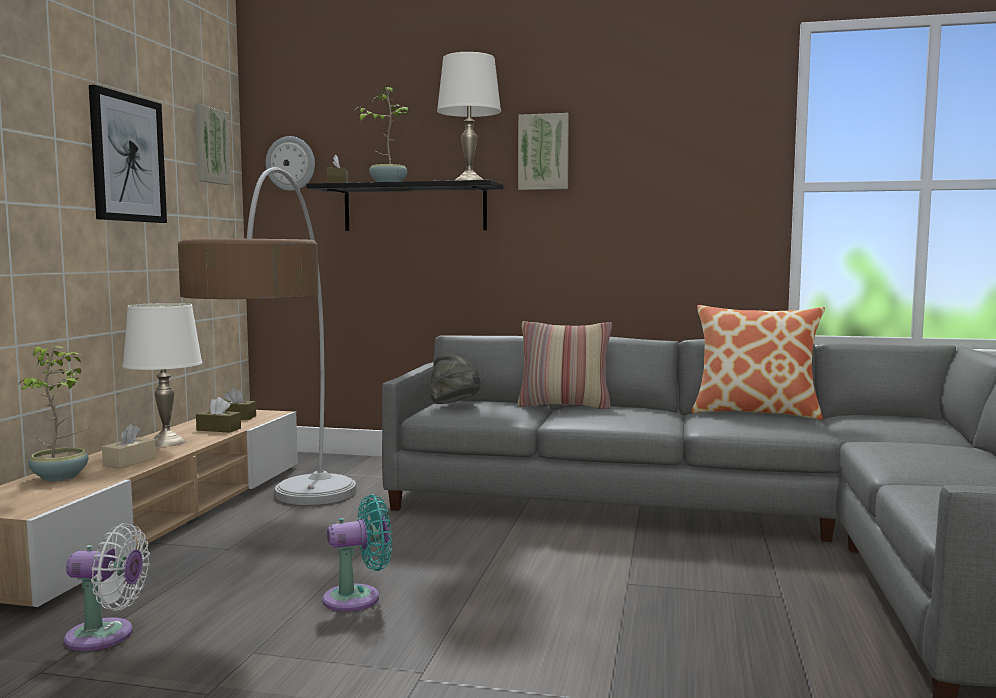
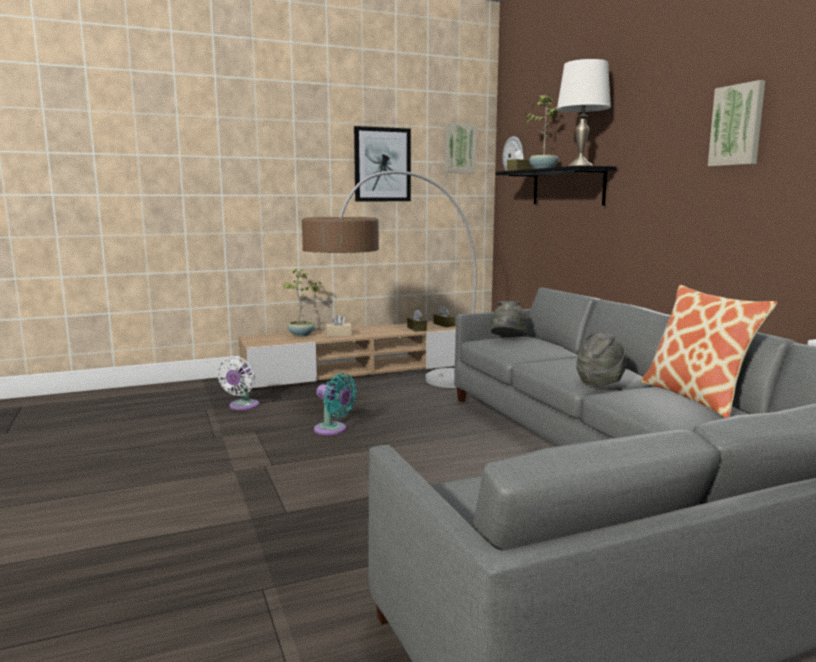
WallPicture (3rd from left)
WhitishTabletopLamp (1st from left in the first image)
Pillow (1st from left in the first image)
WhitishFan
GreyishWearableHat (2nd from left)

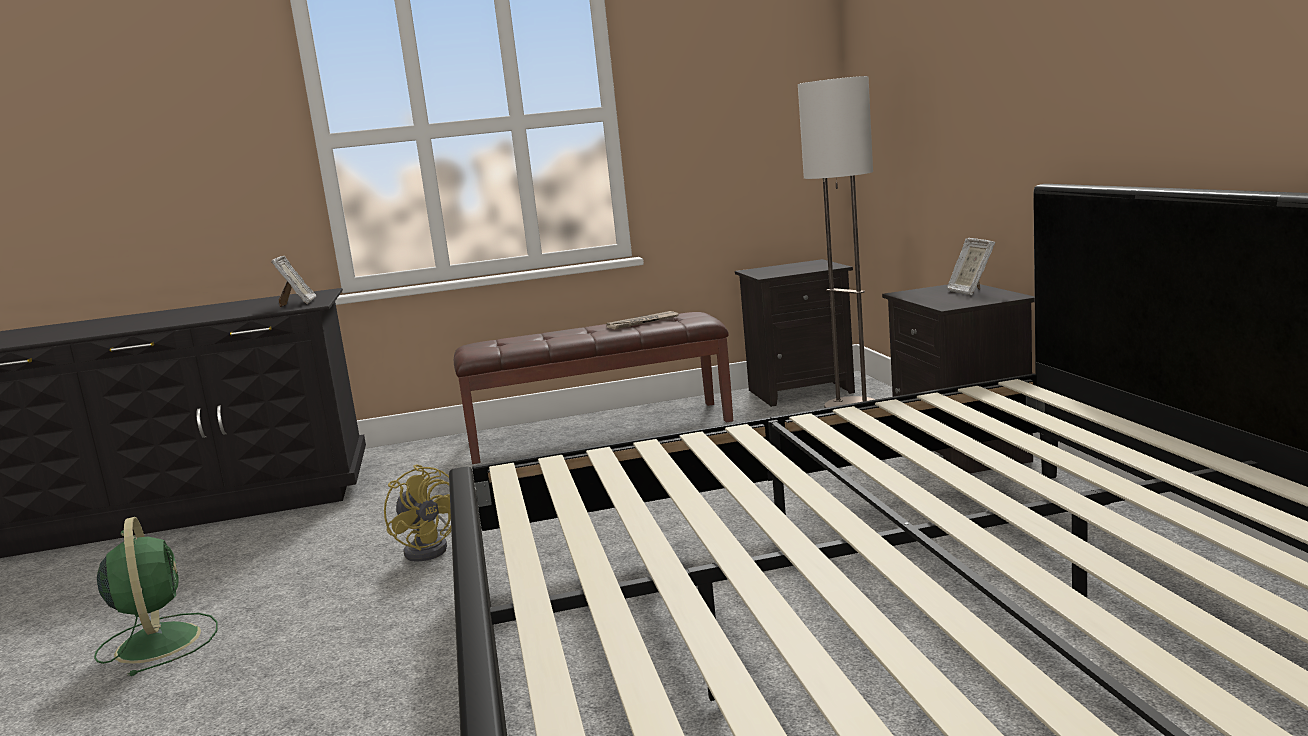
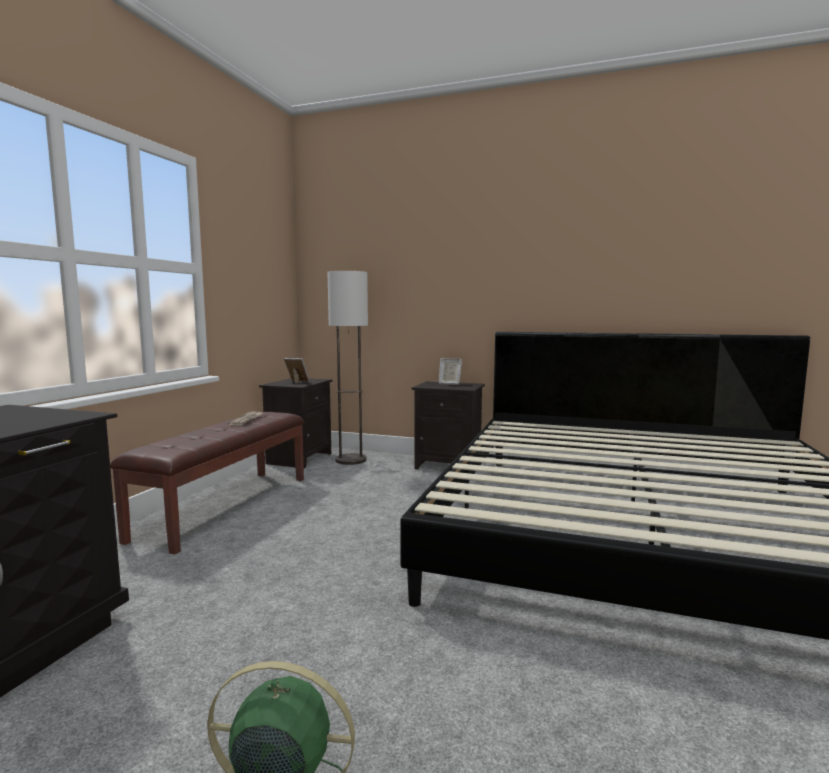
StandingFrame (1st from left)
YellowishFan

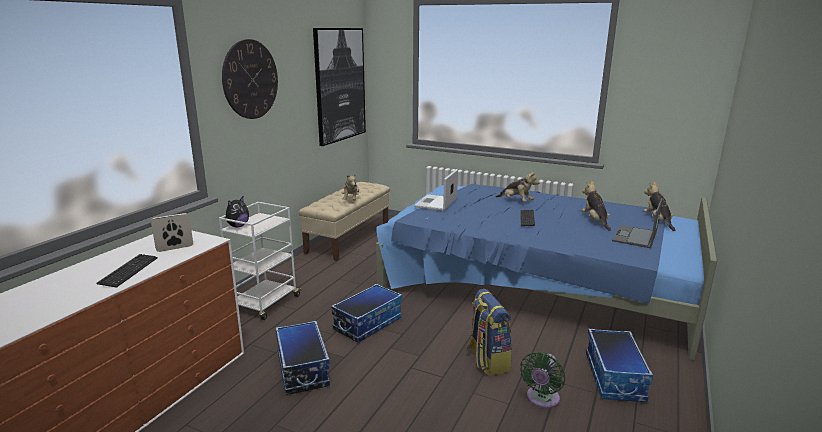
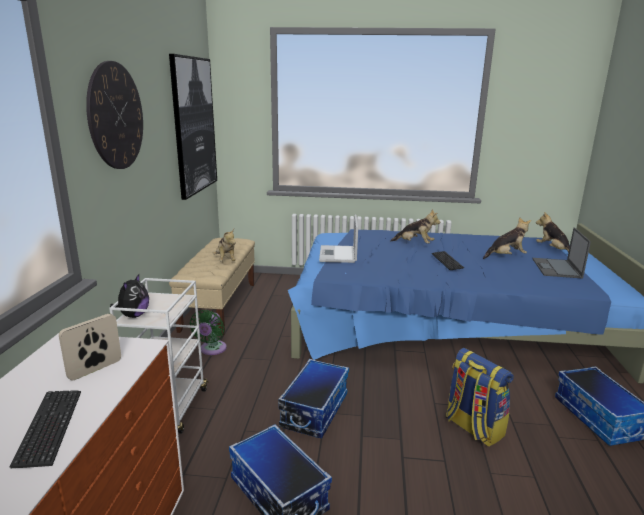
CuddlyToy (4th from left)
GreenFan

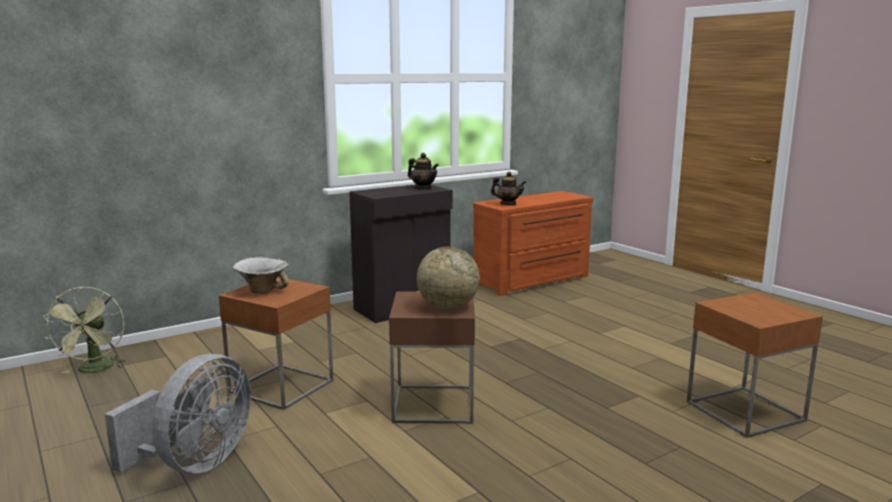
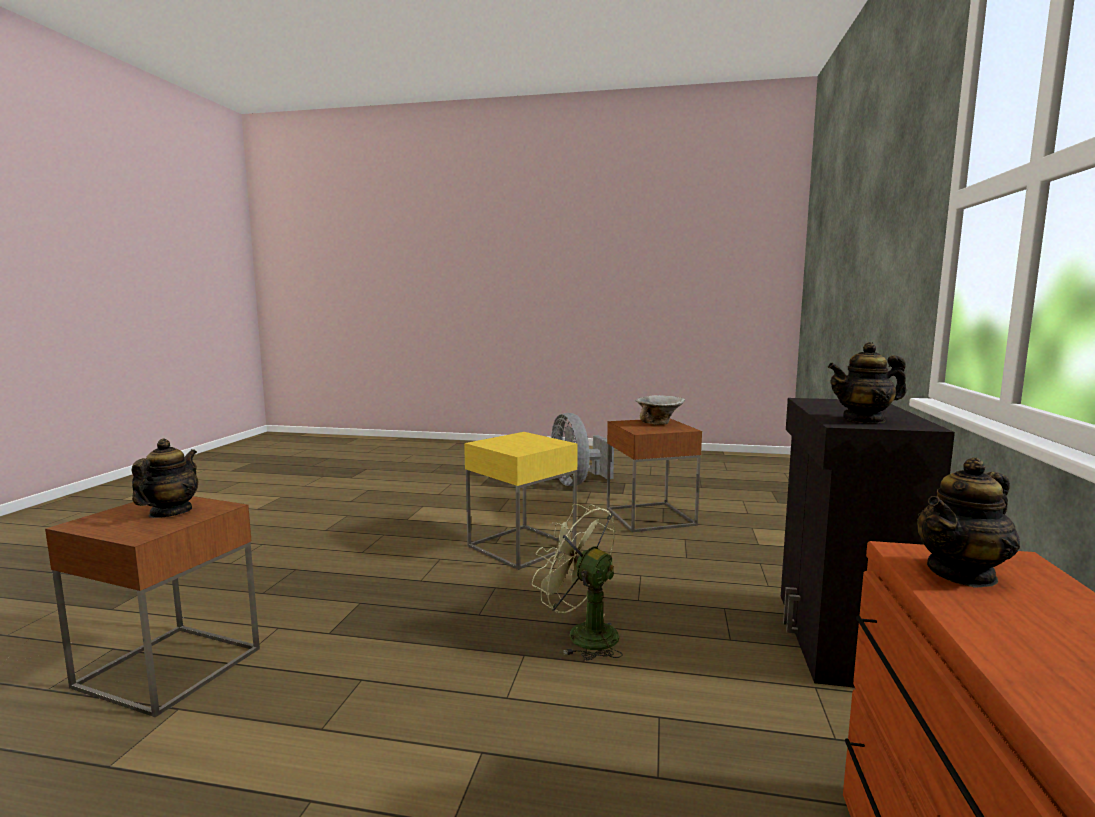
WorldGlobe
GreenFan
YellowishEndTable
TeaPot (1st from left)

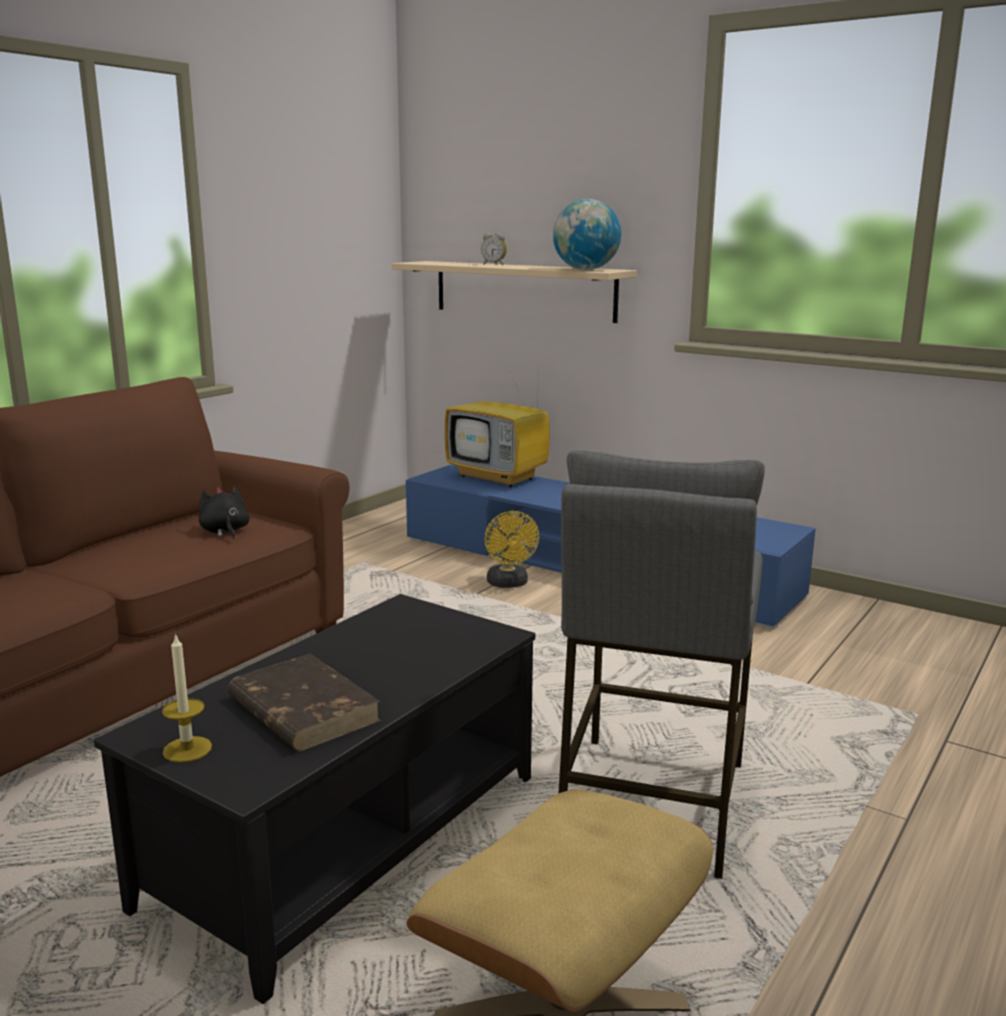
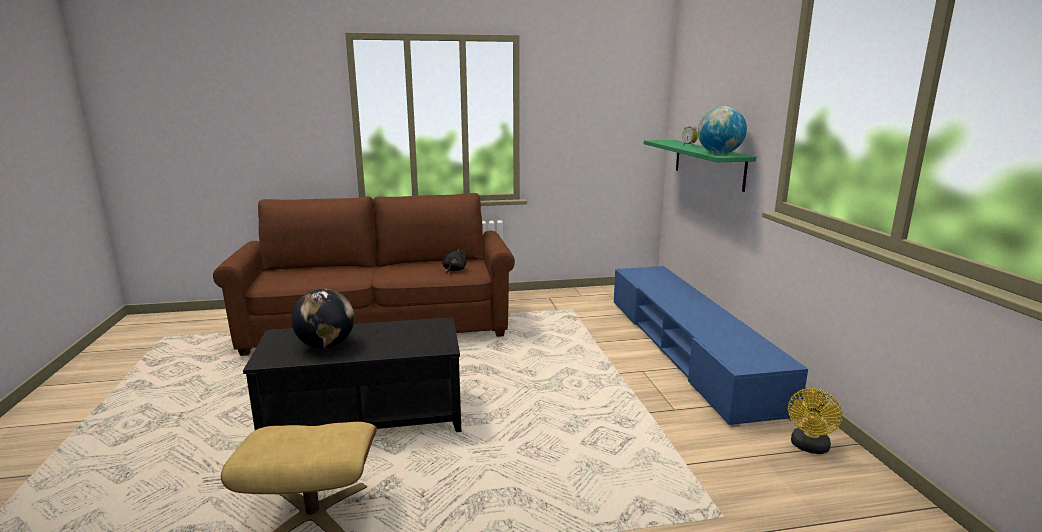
GreenBracketShelf
TvSet
GreyishStoolSeat
YellowishFan
WaxCandle
WorldGlobe (1st from left)

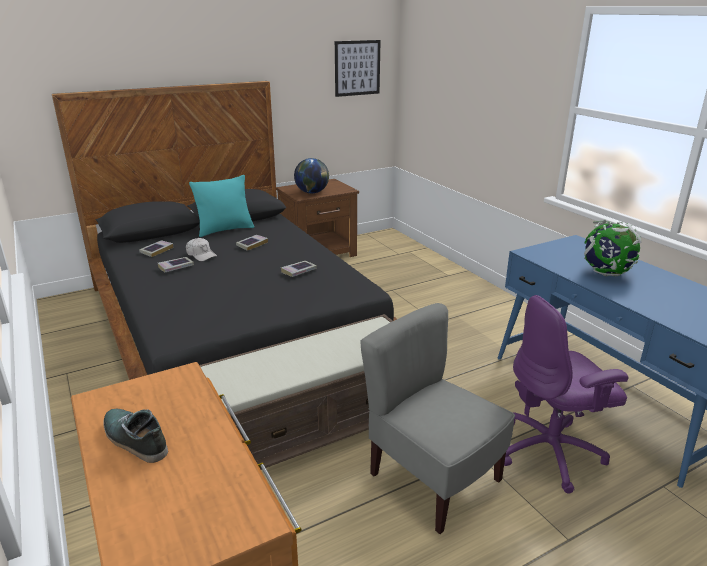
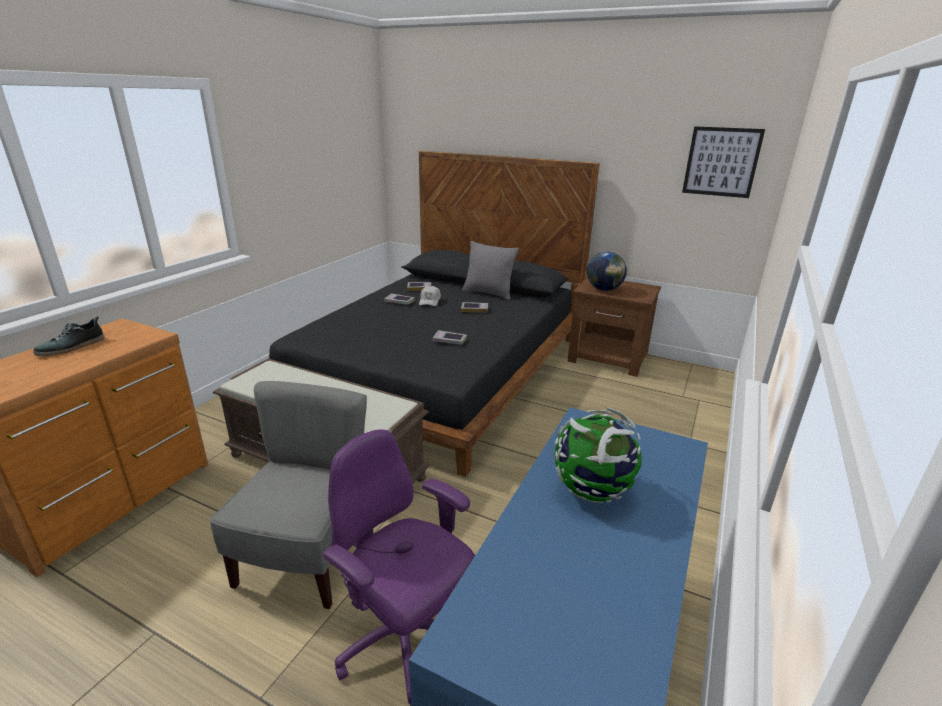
GreyishPillow
Shoe

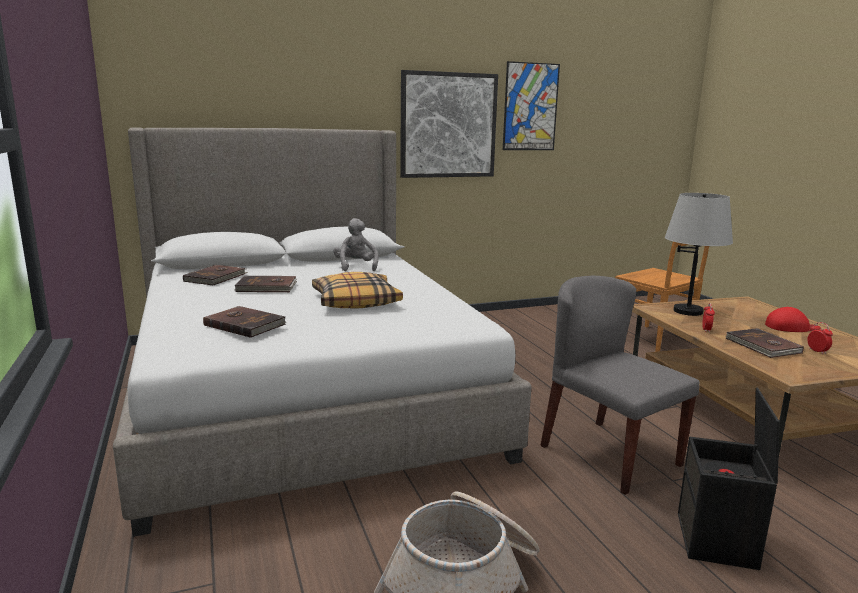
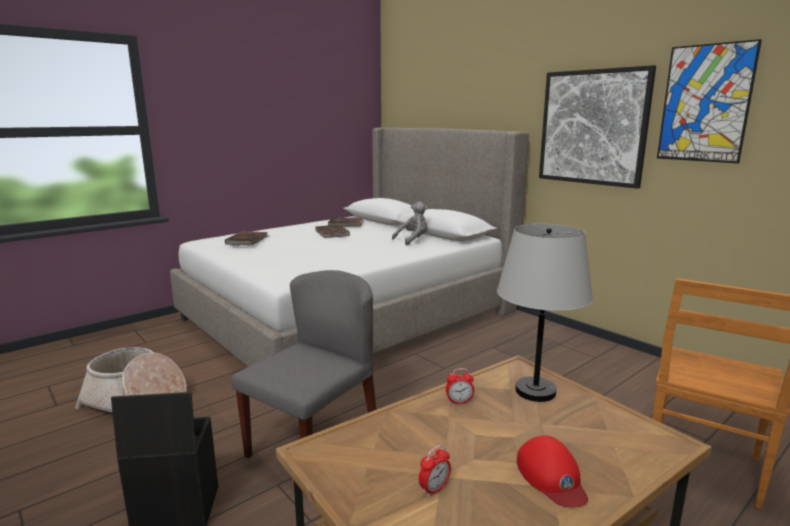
Pillow
BrownColouredBook (4th from left in the first image)

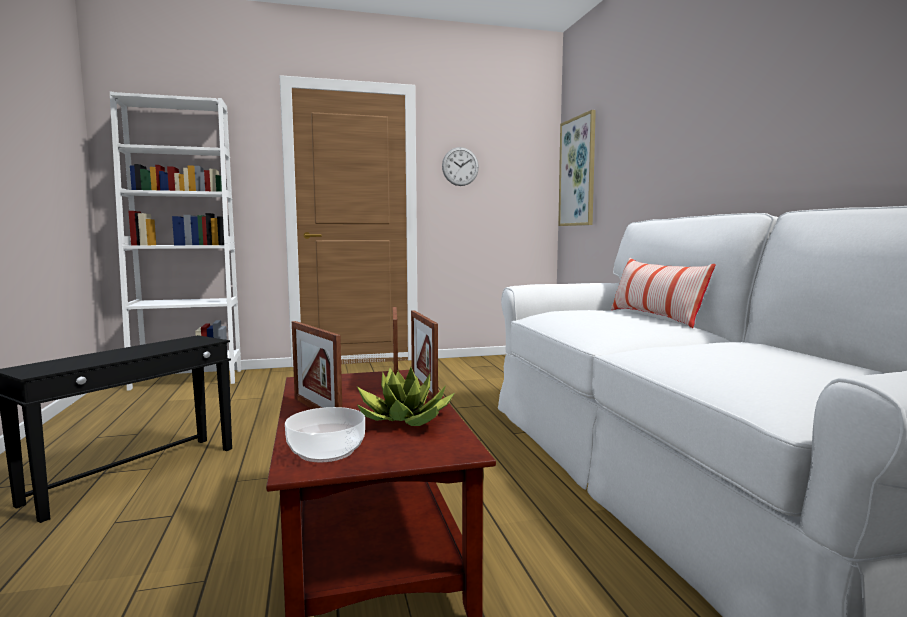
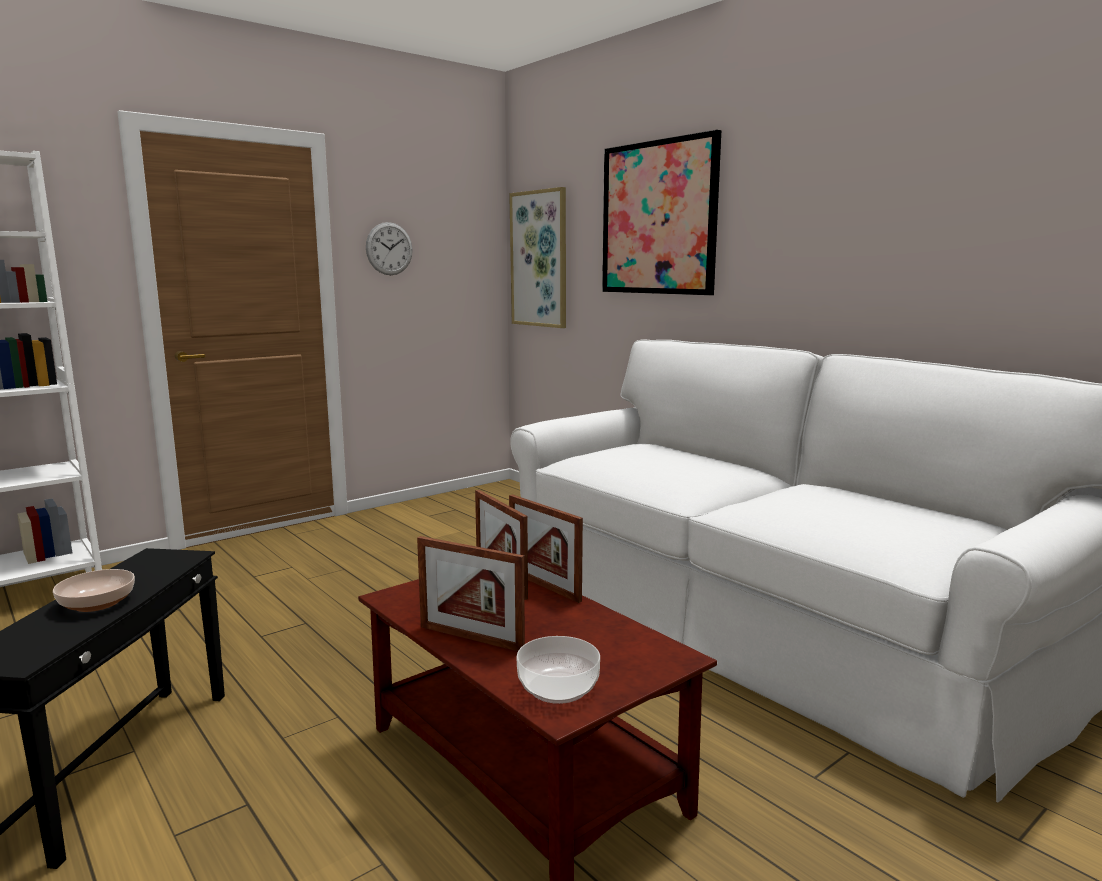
Pillow
Houseplant
WallPicture (2nd from left)
DeepDish (1st from left)

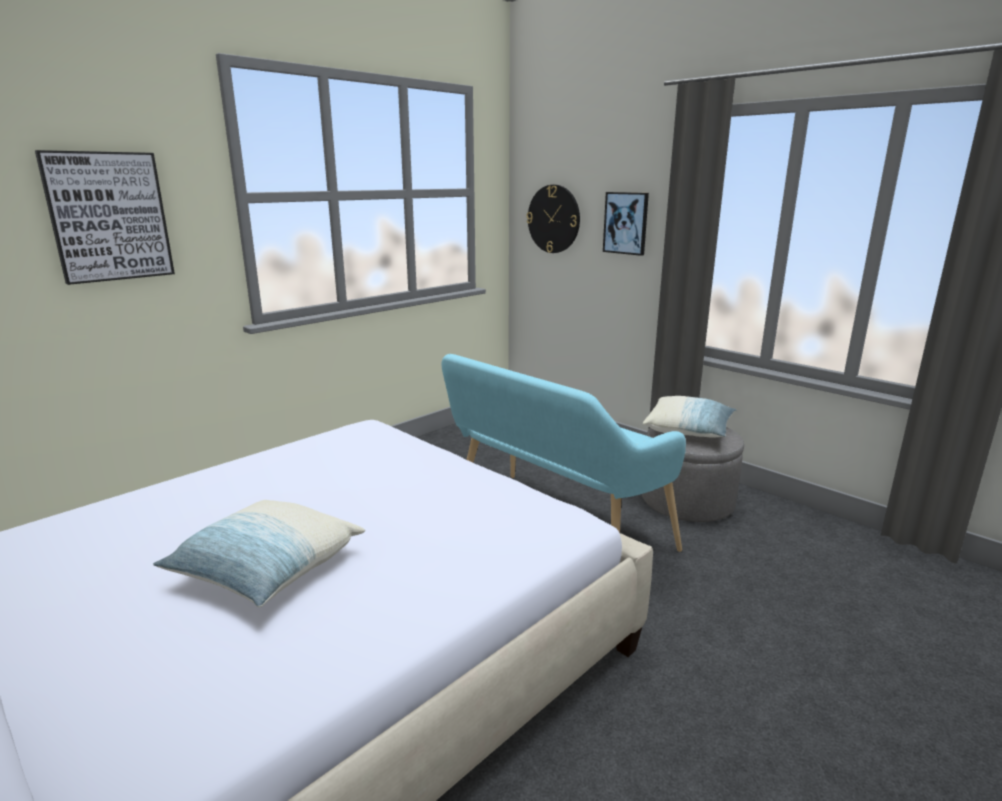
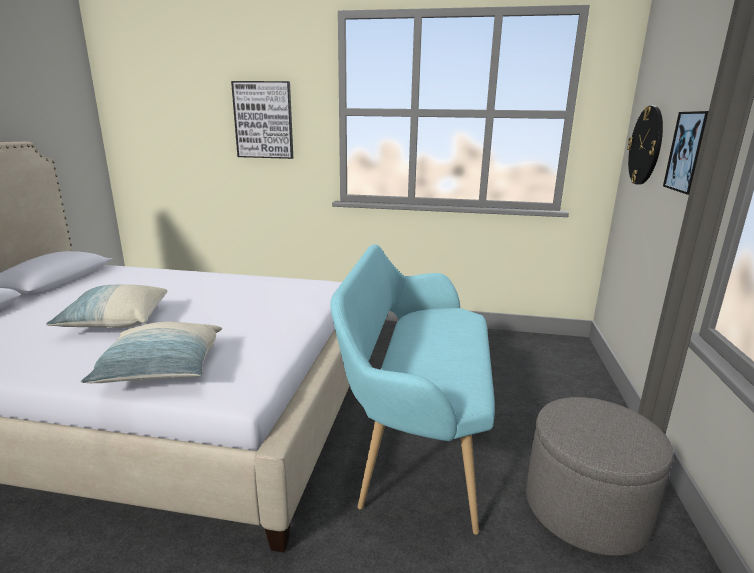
Pillow (2nd from left)

